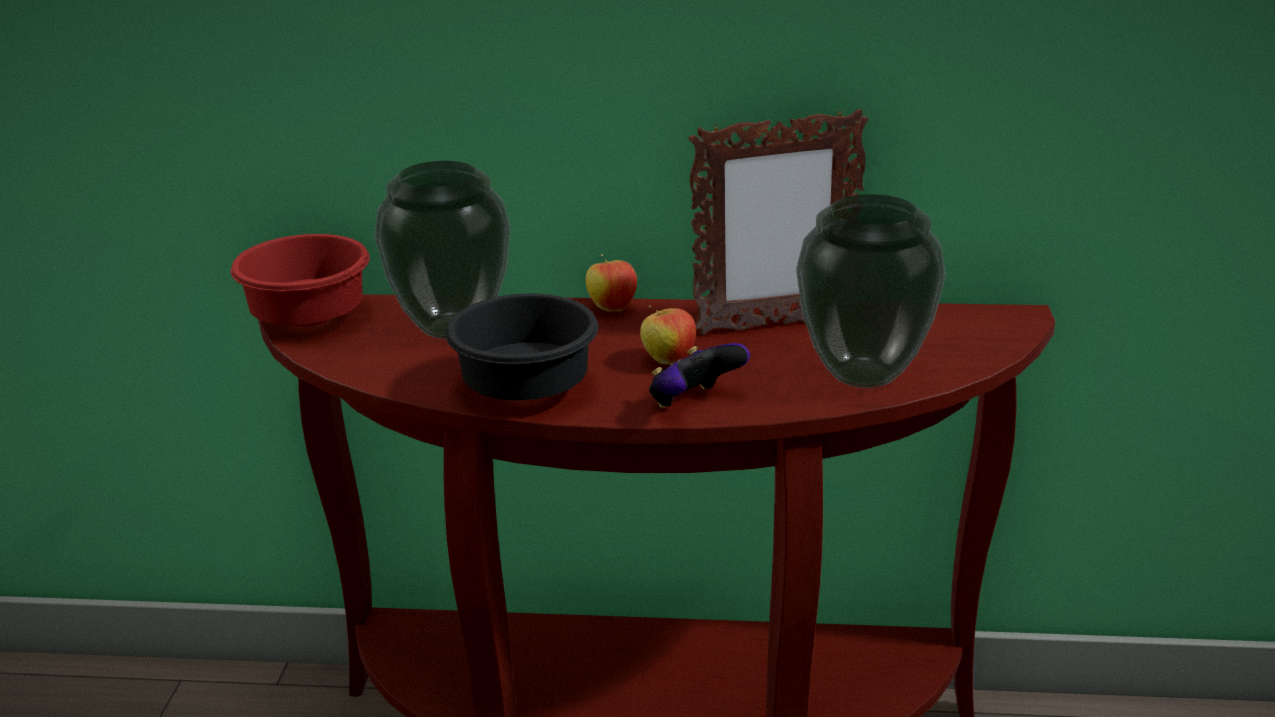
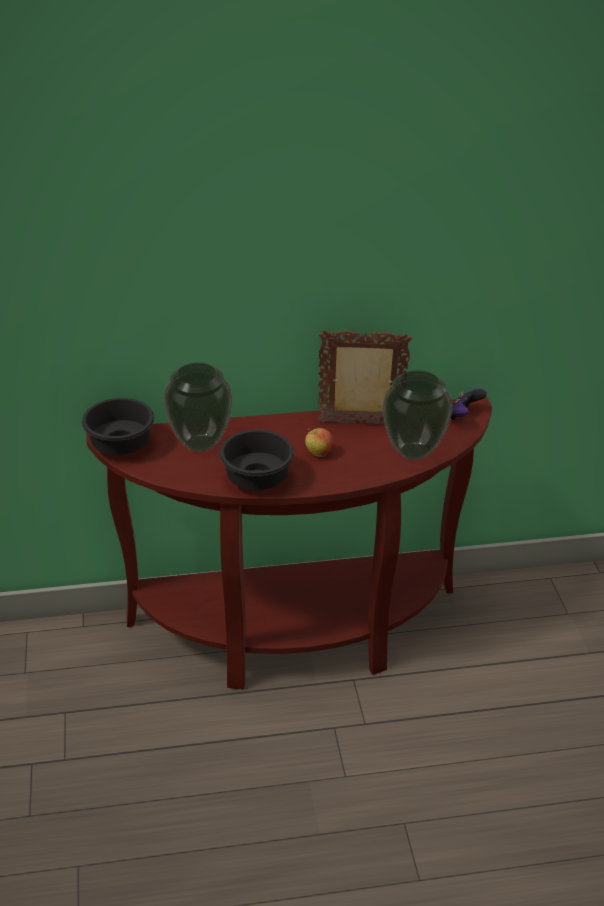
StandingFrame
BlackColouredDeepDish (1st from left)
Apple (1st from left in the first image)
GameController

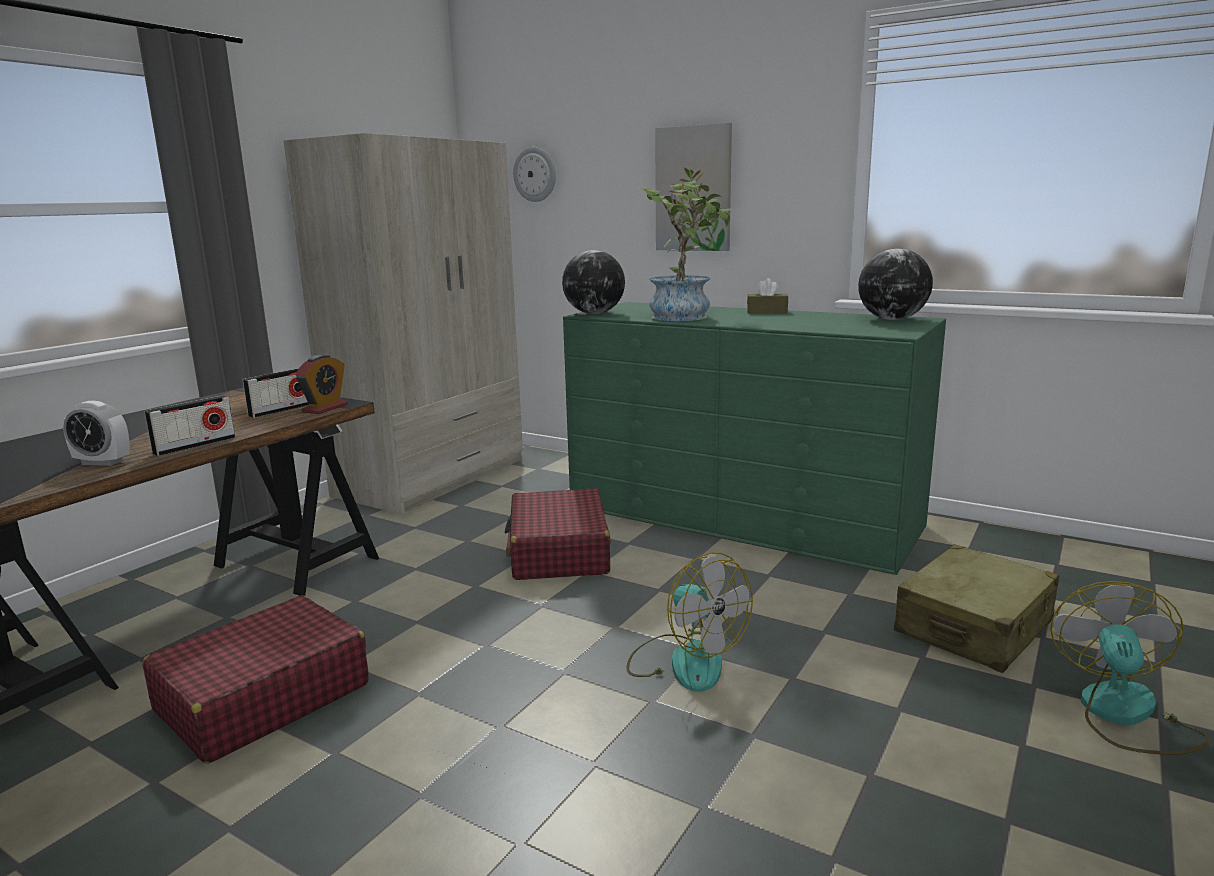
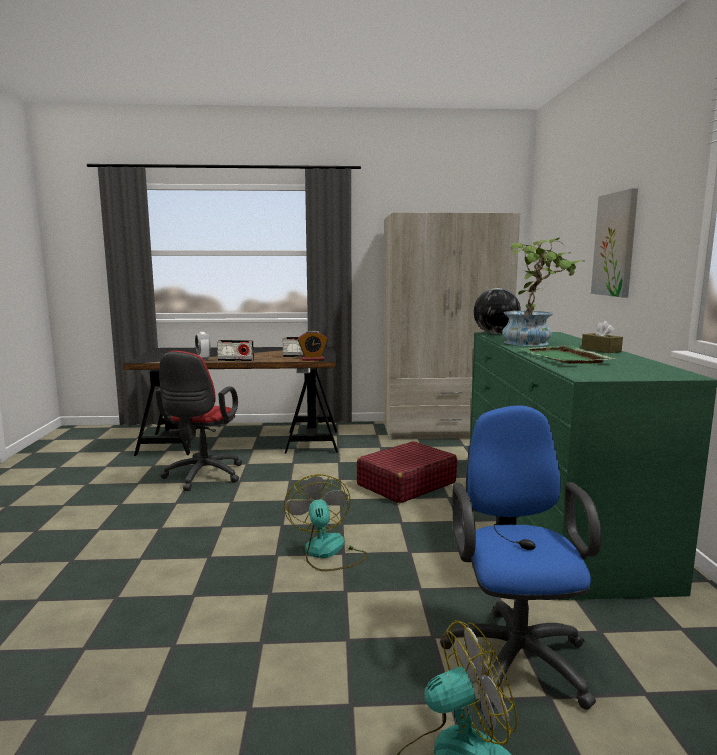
ClockOnTheWall
WorldGlobe (2nd from left in the first image)
BlueColouredOfficeChair
Fan (1st from left)
RedColouredOfficeChair
GreenTray

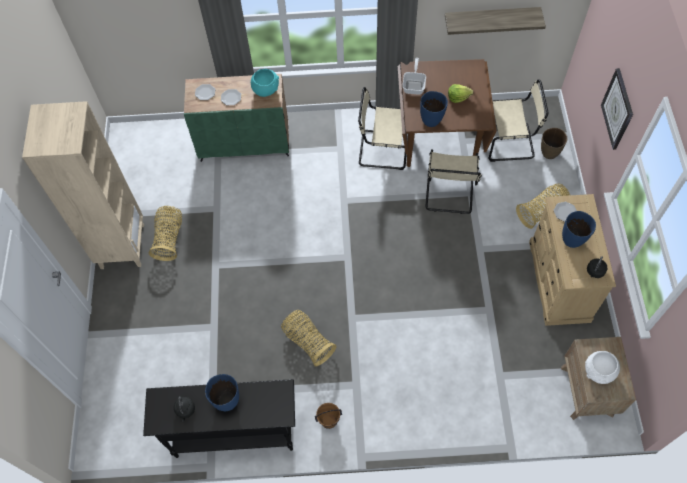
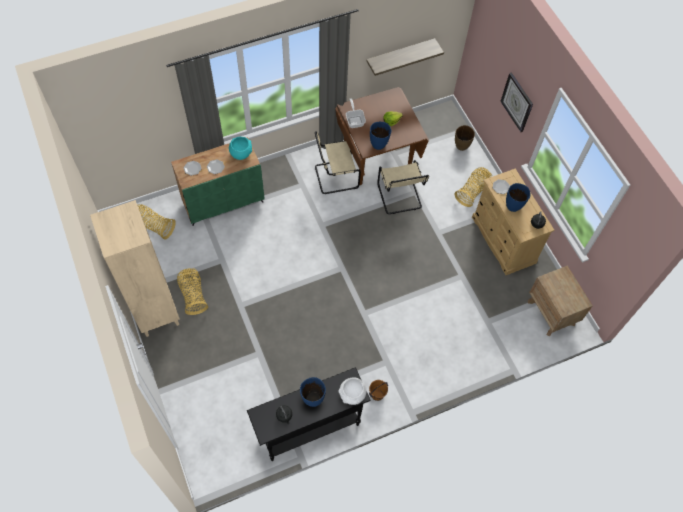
BeigeColouredChair (3rd from left in the first image)
Basket (1st from left)
WhitishDeepDish

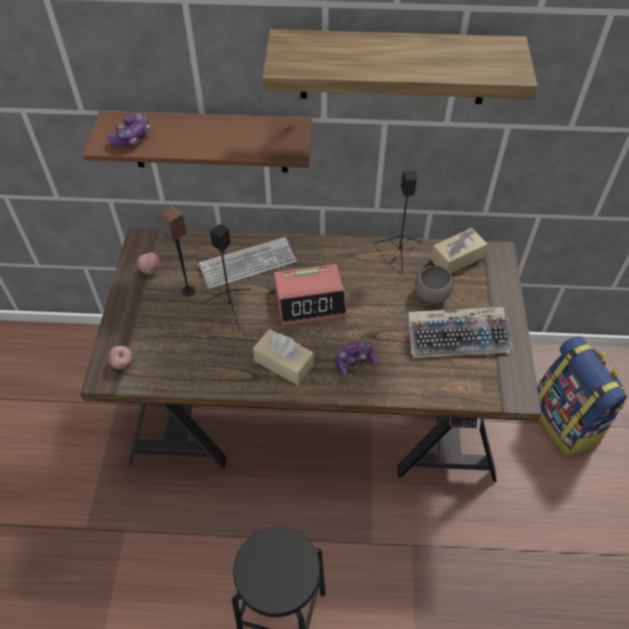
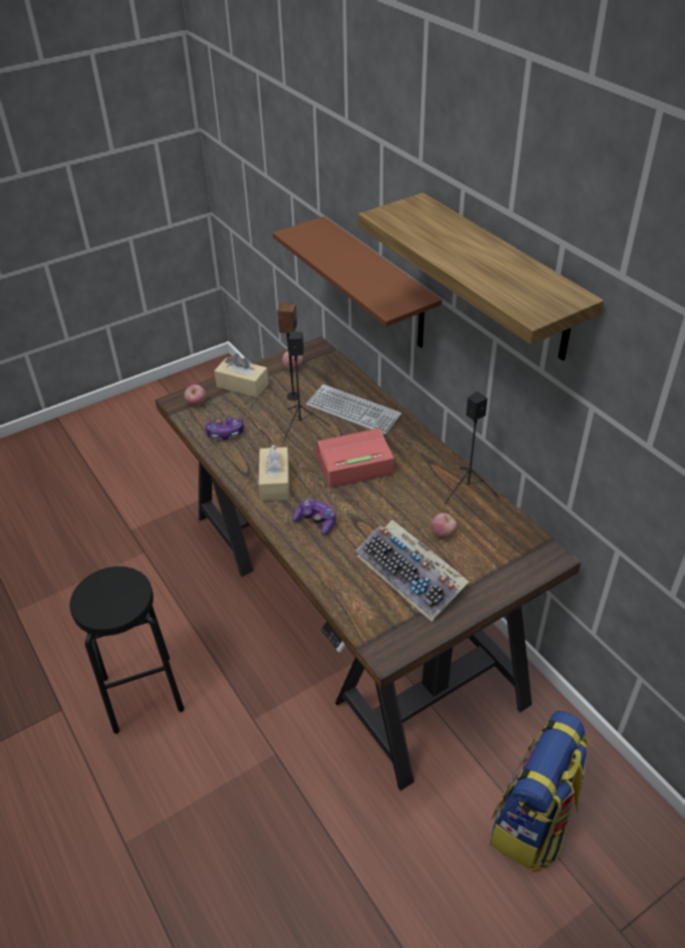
GameController (1st from left)
BeigeColouredBoxOfTissues (1st from left)
BedsideClock
Apple (3rd from left)

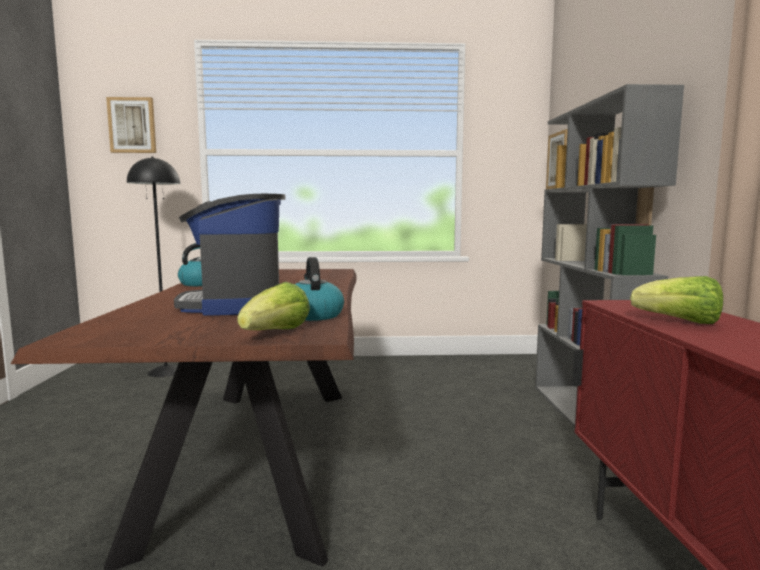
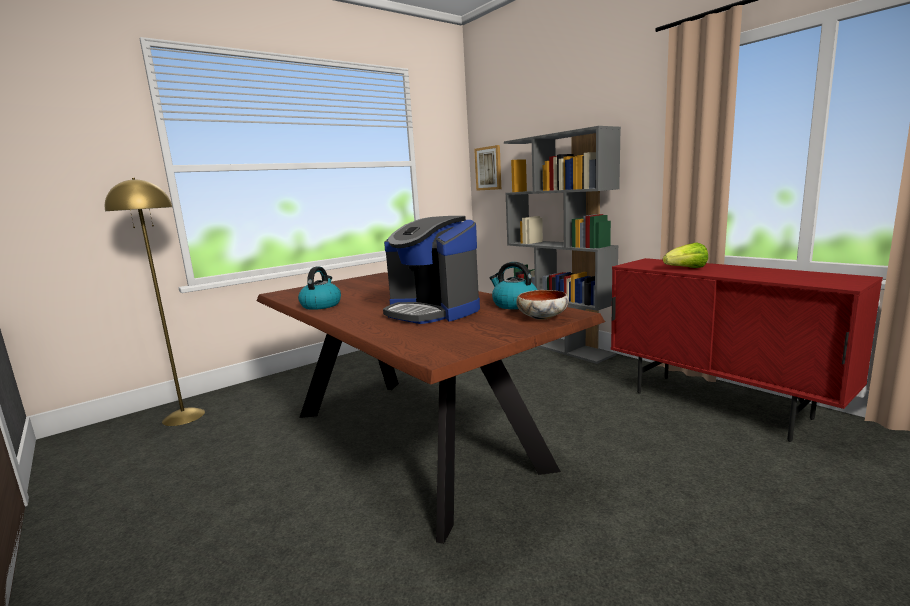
WallPicture (1st from left in the first image)
YellowishStandardLamp
DeepDish

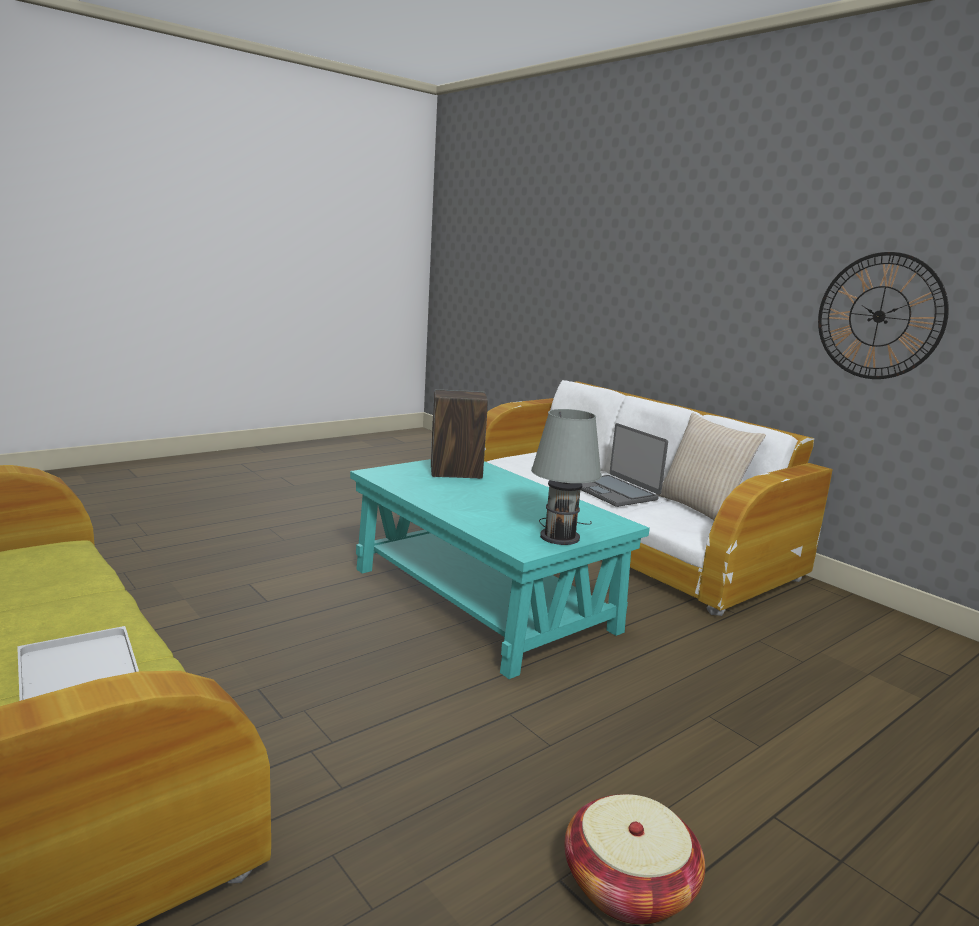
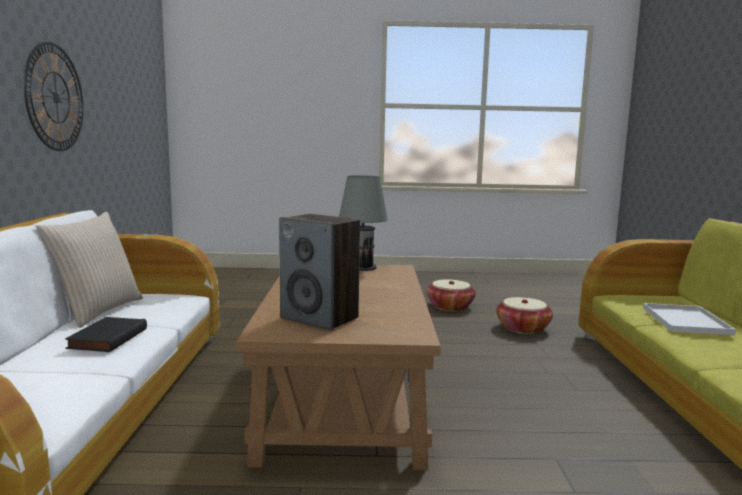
BlackColouredBook
BrownColouredCoffeeTable
Basket (2nd from left)

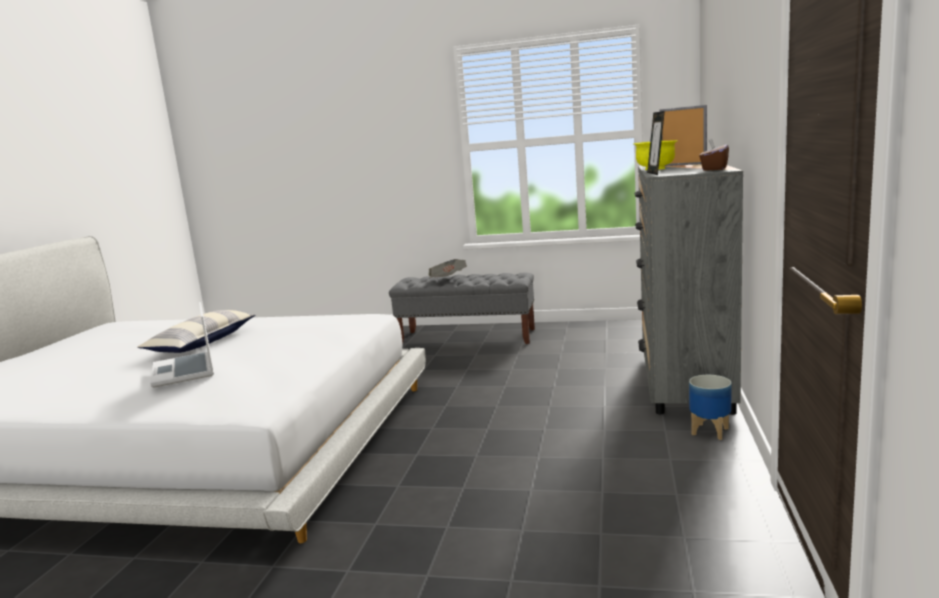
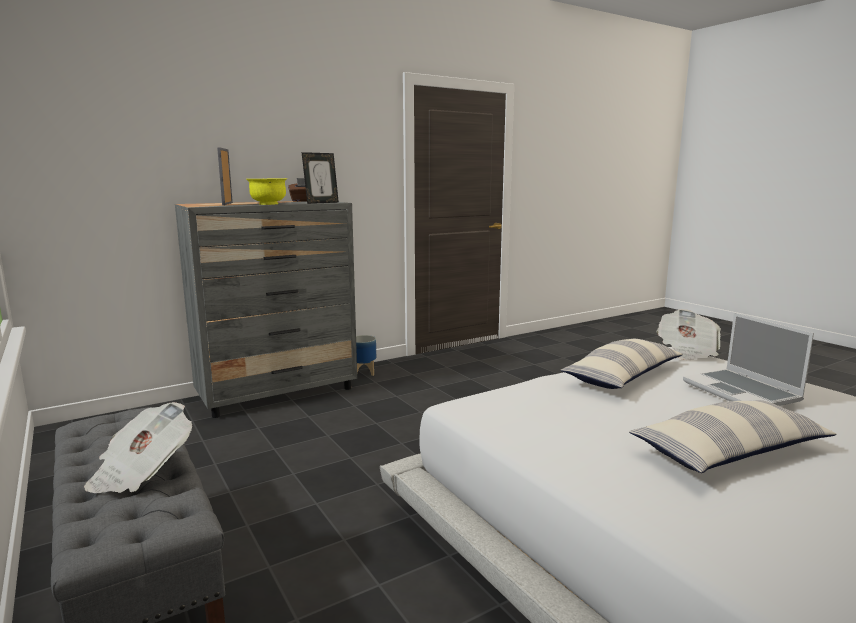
PortableComputer
PrintedPaper (2nd from left)
Pillow (1st from left)

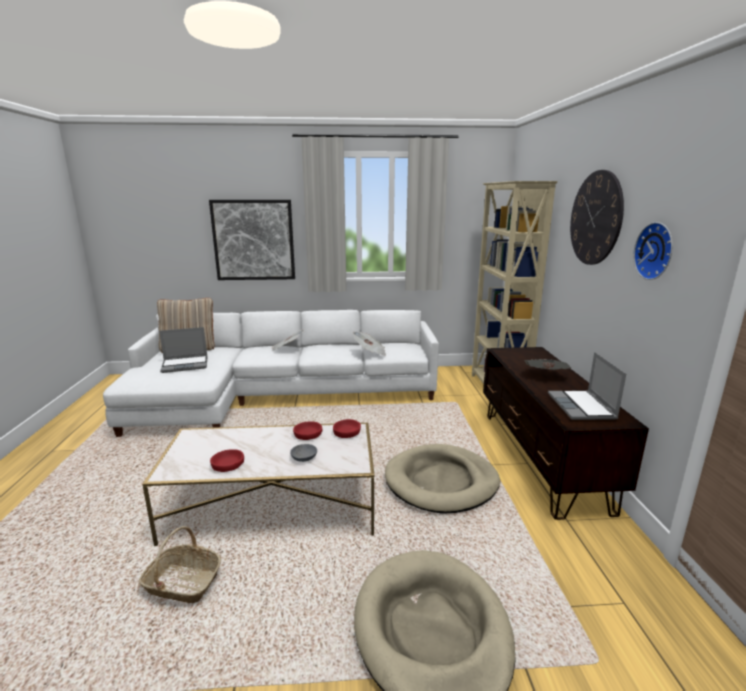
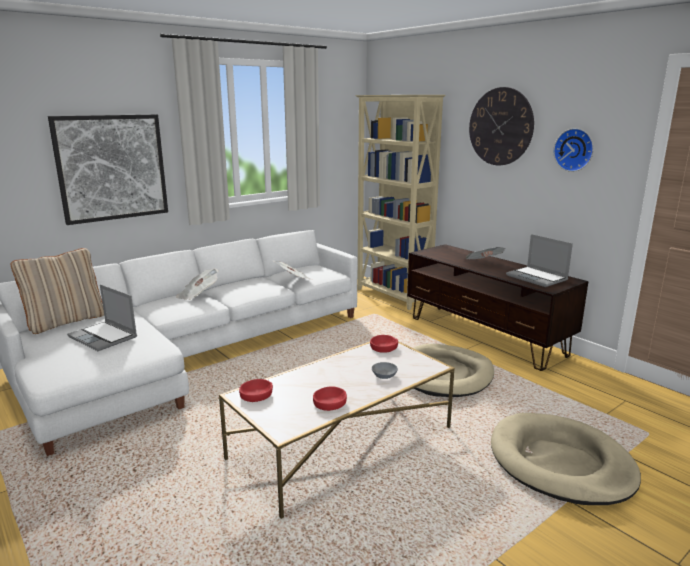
PortableComputer (1st from left)
RedColouredDeepDish (1st from left)
Basket

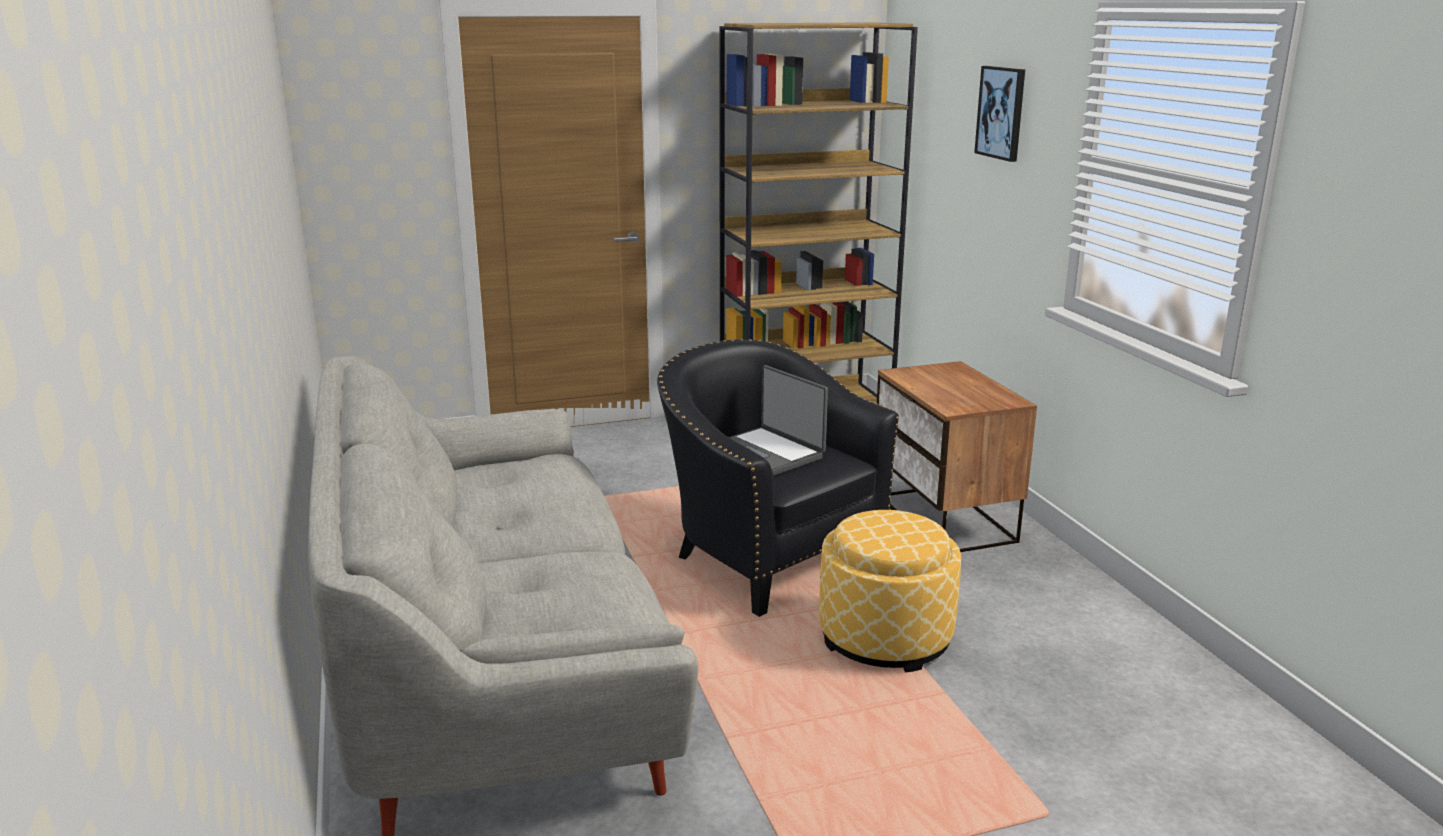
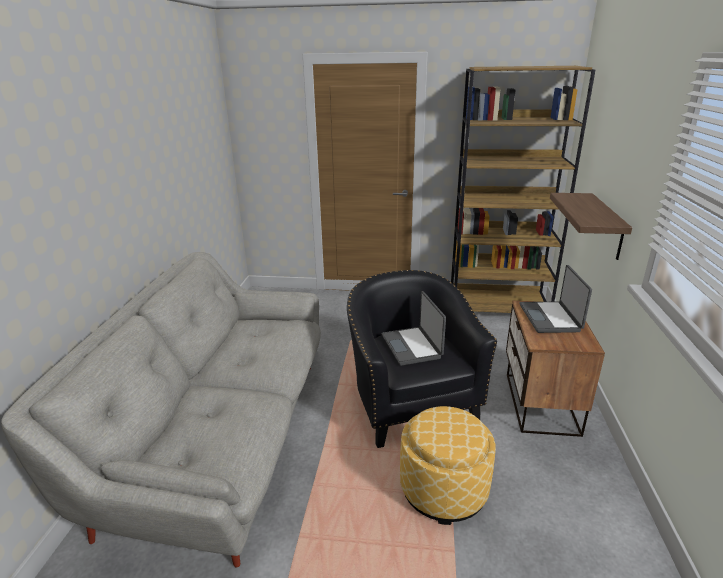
WallPicture
BracketShelf
PortableComputer (2nd from left)

